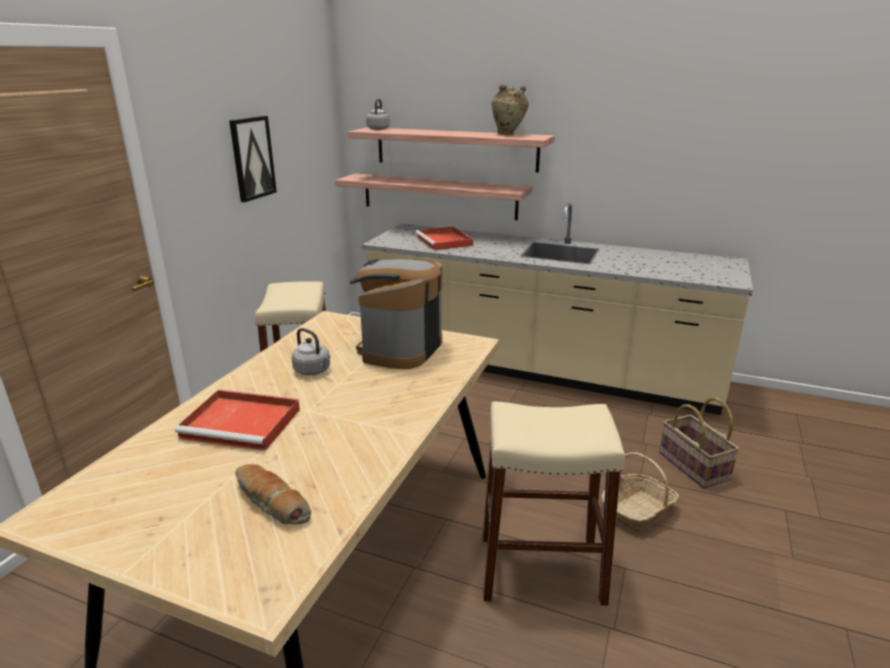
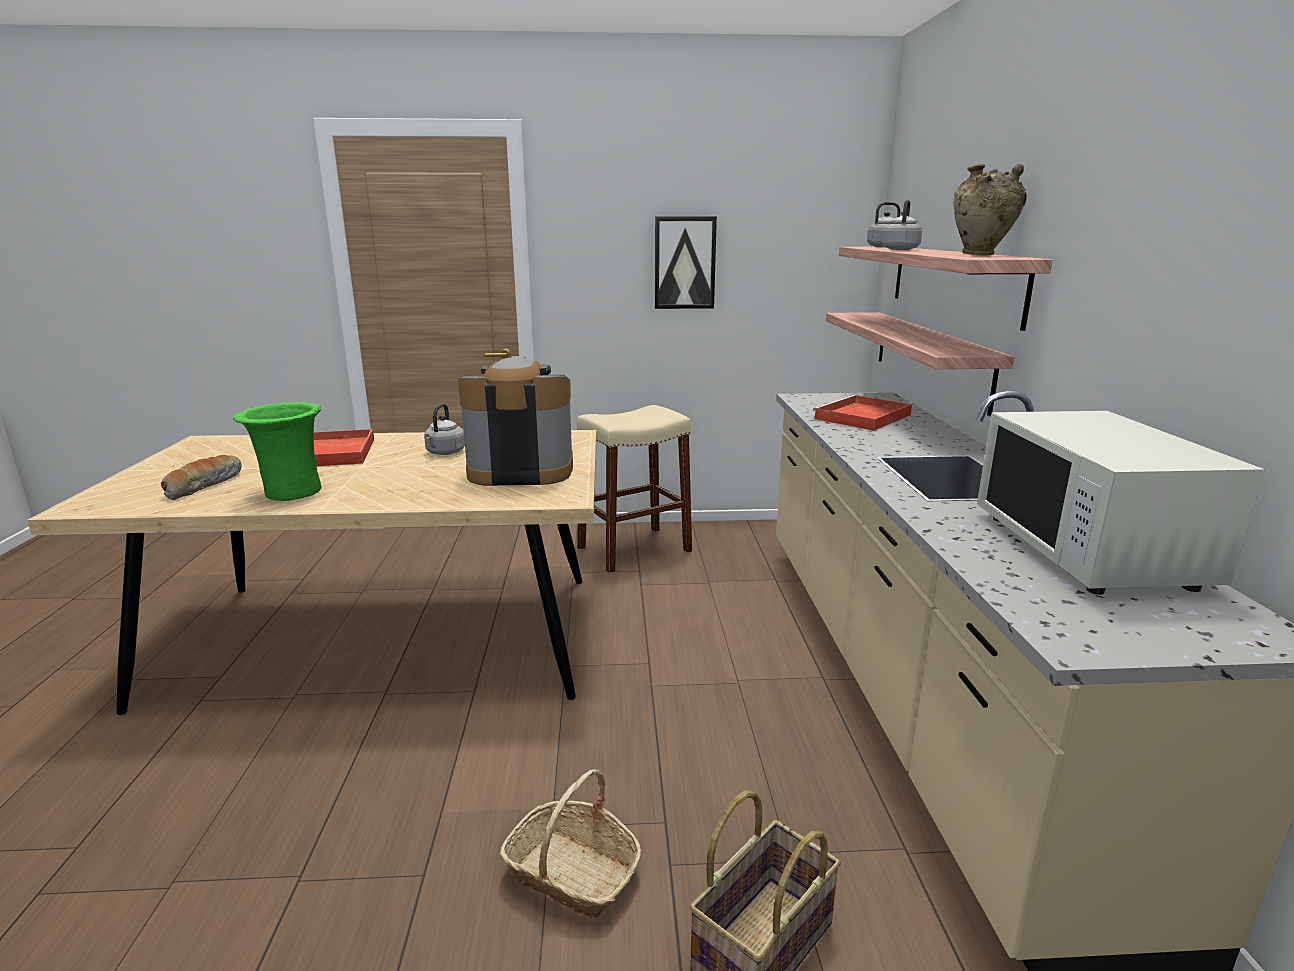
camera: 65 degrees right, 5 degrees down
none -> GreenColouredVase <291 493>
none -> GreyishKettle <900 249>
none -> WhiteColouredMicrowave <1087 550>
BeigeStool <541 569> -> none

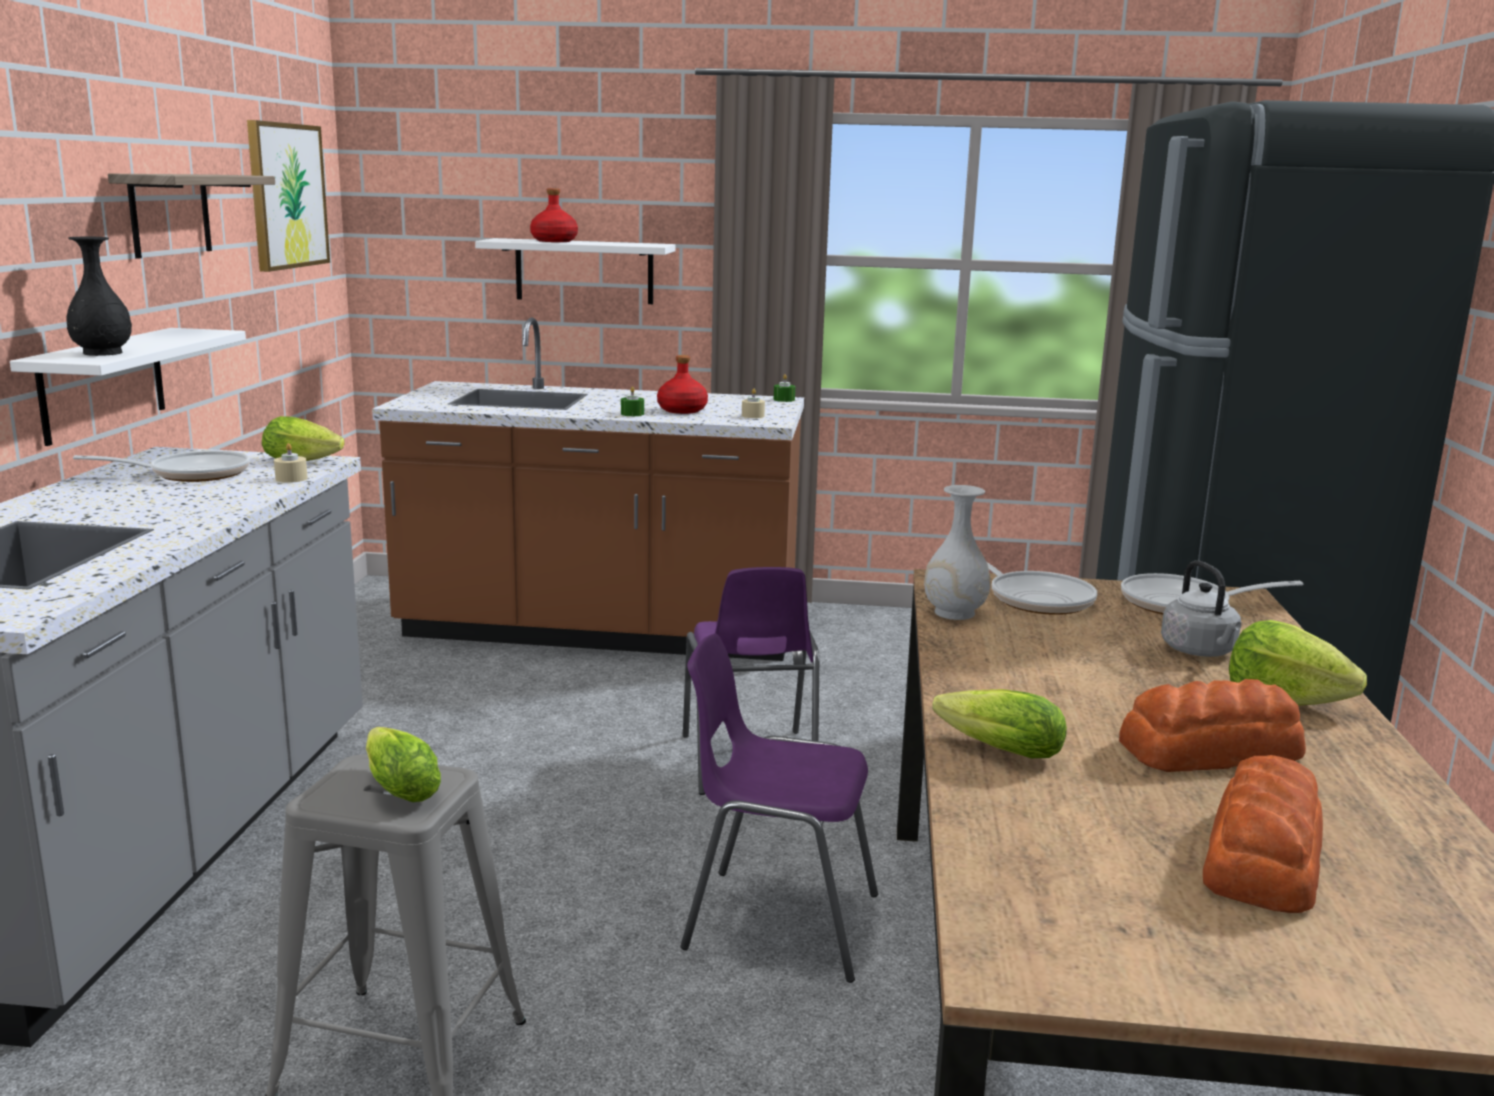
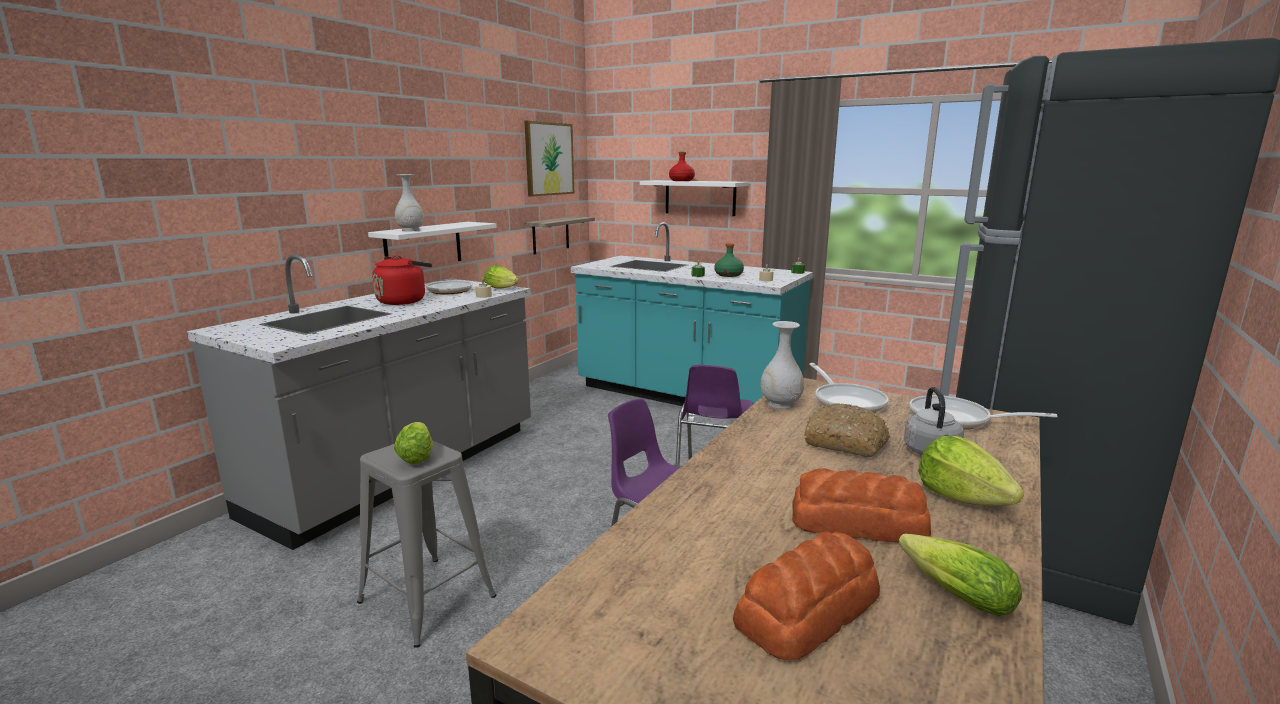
camera: 25 degrees right, 0 degrees up
none -> RedColouredKettle <404 301>
BlackishVase <103 353> -> WhiteColouredVase <411 230>
Shelf <170 214> -> Shelf <550 235>, moved
BrownColouredKitchenBaseUnit <600 631> -> BlueGreenKitchenBaseUnit <685 396>
RedColouredBeverageBottle <682 410> -> GreenColouredBeverageBottle <728 275>
none -> BakedBread <846 442>
HeadOfLettuce <994 749> -> HeadOfLettuce <950 592>, moved

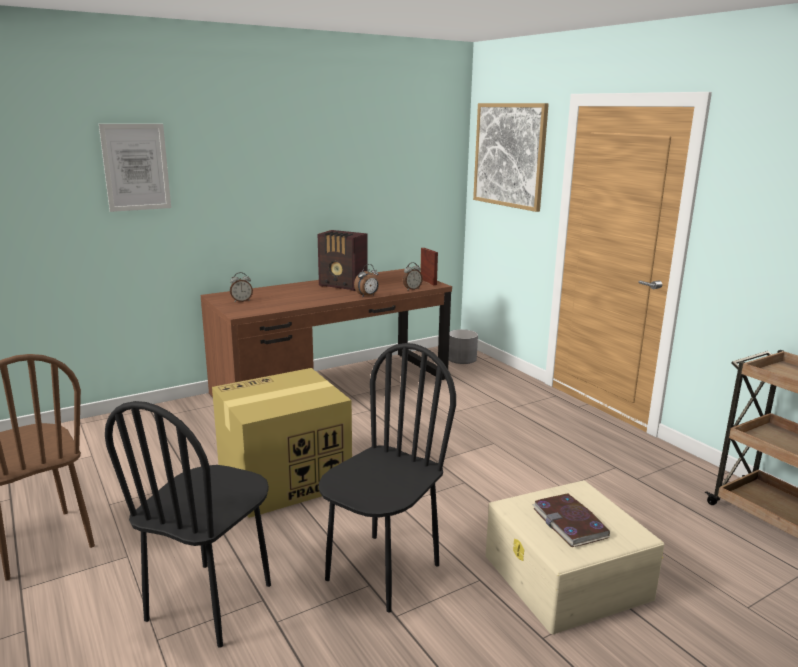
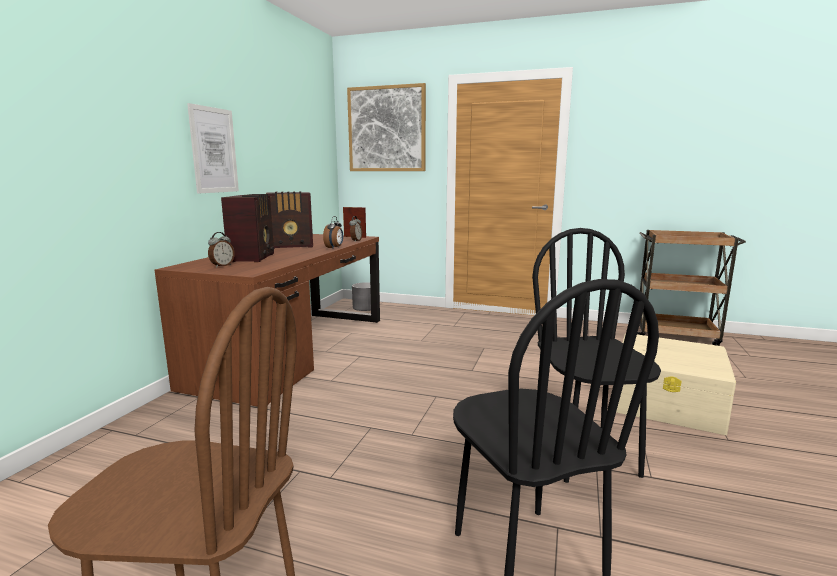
camera: 40 degrees left, 5 degrees down
WallArt <136 167> -> WallArt <214 150>, moved
none -> RadioSet <253 257>
CardboardBox <283 479> -> none
Volume <570 523> -> none

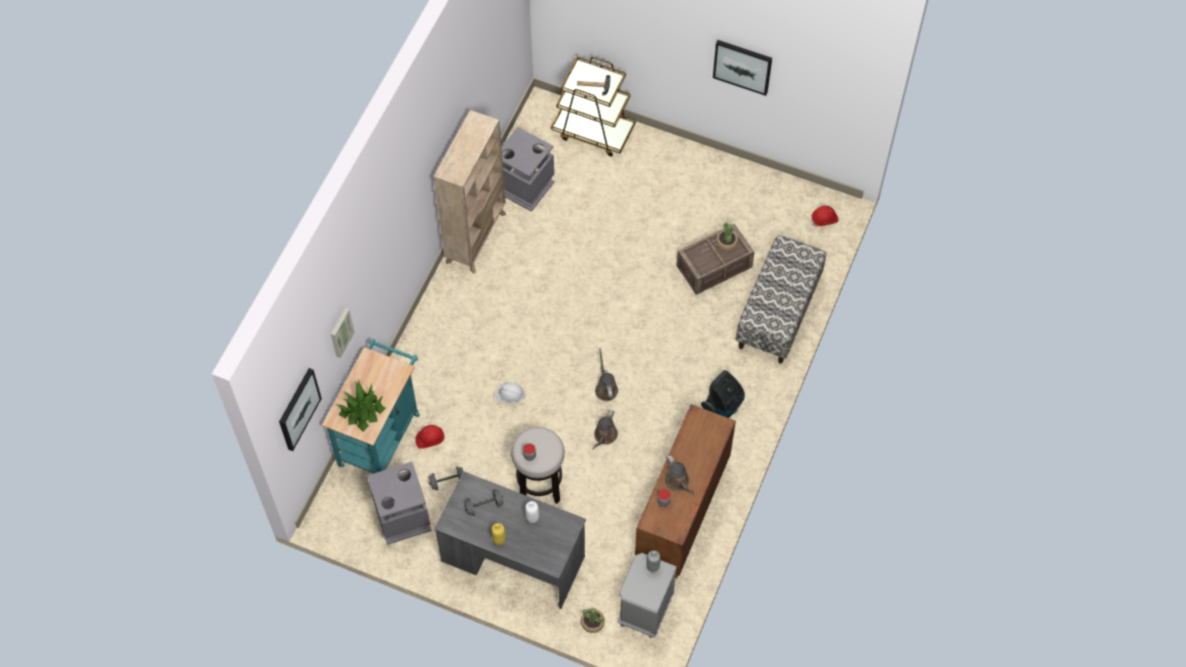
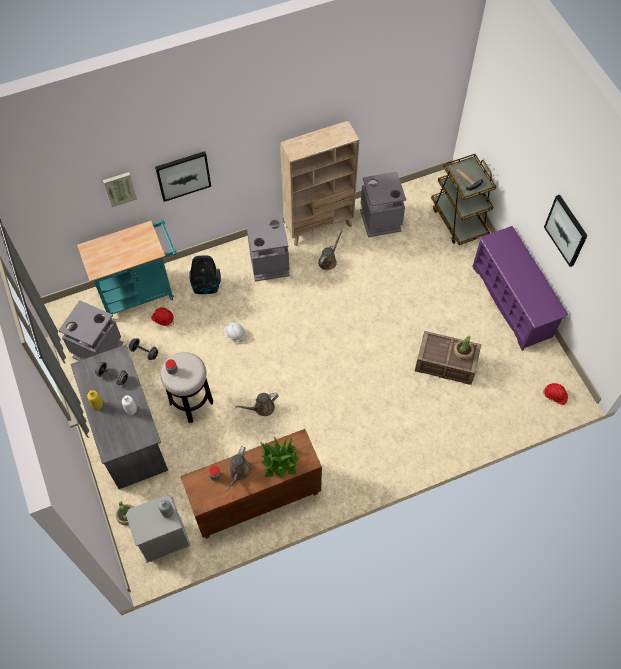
camera: 45 degrees right, 0 degrees up
WallArt <298 409> -> WallArt <183 175>, moved
Hoover <723 406> -> Hoover <206 286>, moved
none -> GreyishTrashCan <269 263>
PottedPlant <362 410> -> PottedPlant <279 460>, moved
BrownColouredWateringPot <605 388> -> BrownColouredWateringPot <328 261>, moved
none -> PurpleColouredShoeRack <512 302>
LongSeat <778 313> -> none

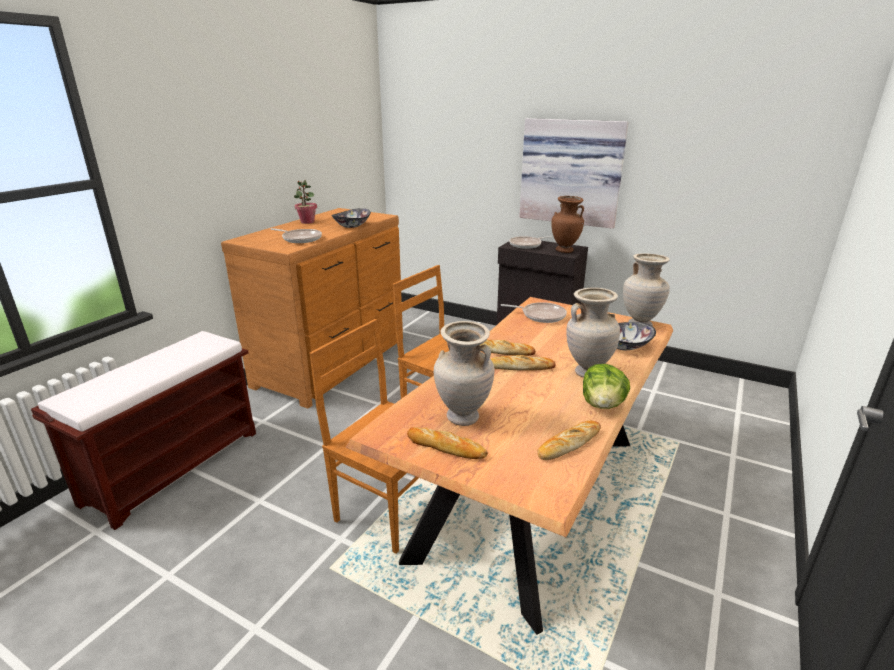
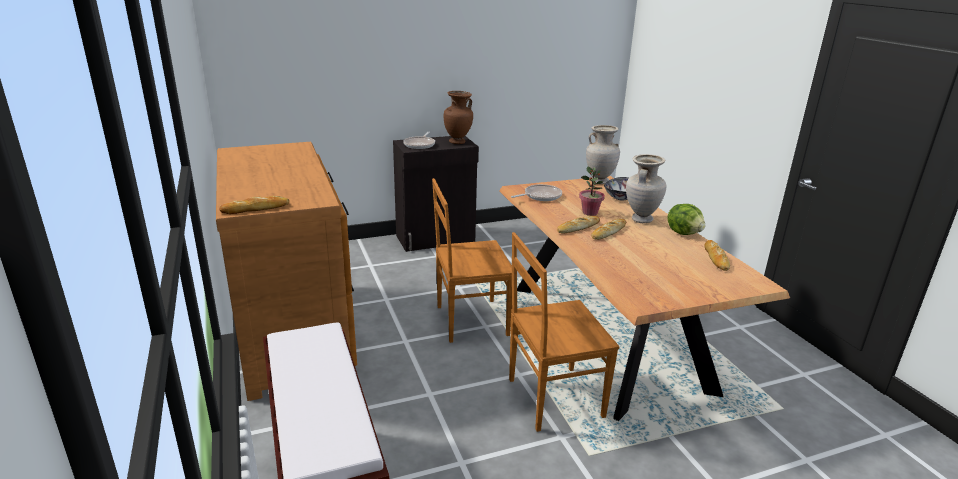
camera: 50 degrees left, 0 degrees up
BakedBread <446 447> -> BakedBread <256 209>, moved
PottedPlant <307 222> -> PottedPlant <590 212>, moved
Pan <300 239> -> none
DeepDish <352 226> -> none
BeigeVase <462 418> -> none
WallArt <571 172> -> none

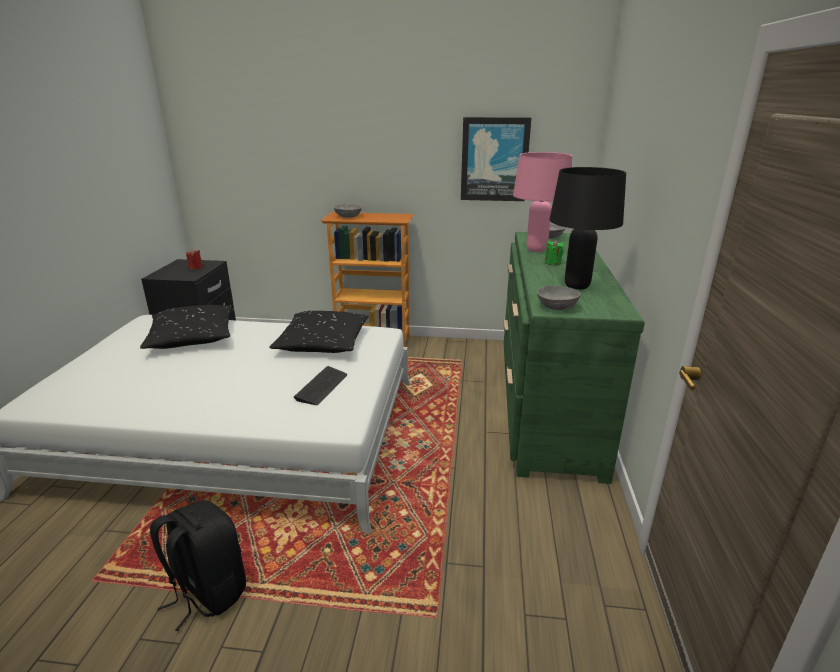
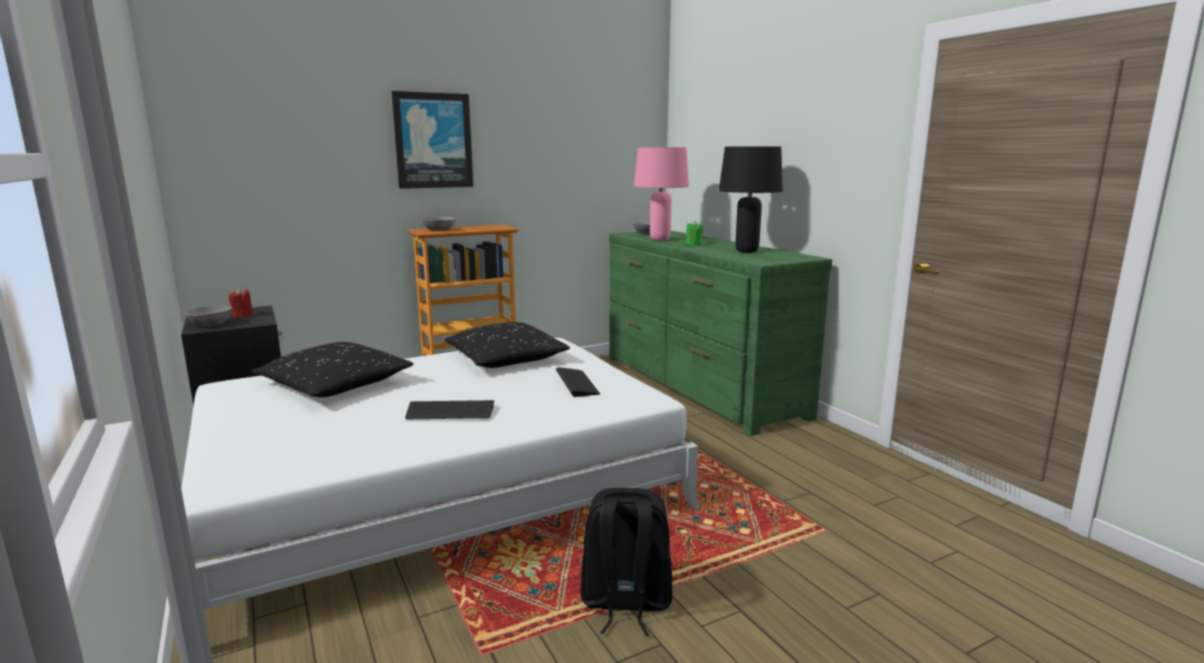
camera: 35 degrees left, 10 degrees down
GreyishDeepDish <557 306> -> GreyishDeepDish <212 324>, moved
WallArt <494 160> -> WallArt <433 141>, moved
none -> ComputerKeyboard <450 412>

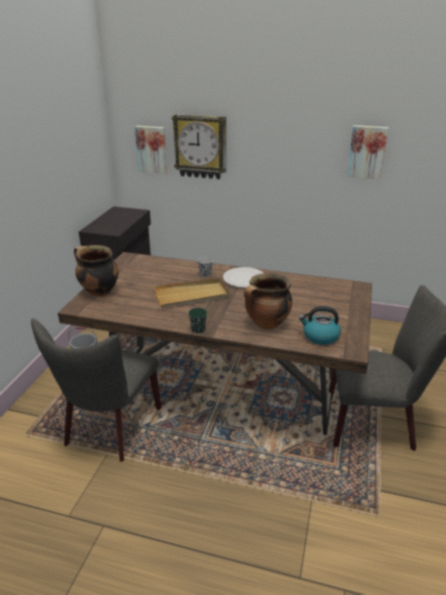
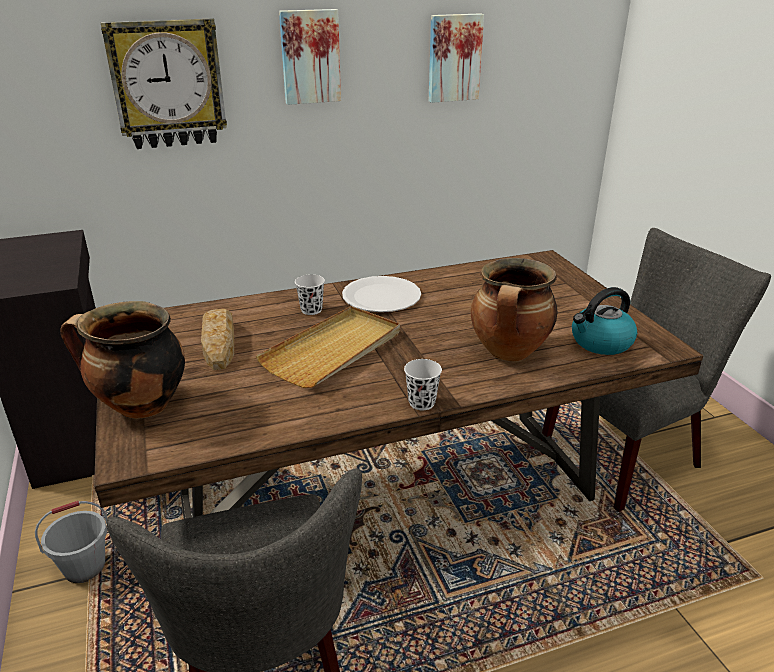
camera: 35 degrees left, 0 degrees up
none -> BakedBread <219 344>
WallArt <151 149> -> WallArt <310 57>, moved
GreenColouredSmallCup <198 329> -> WhiteColouredSmallCup <421 403>

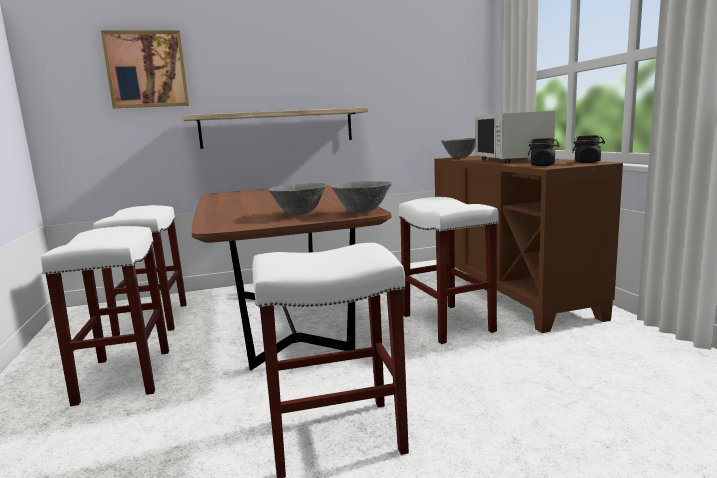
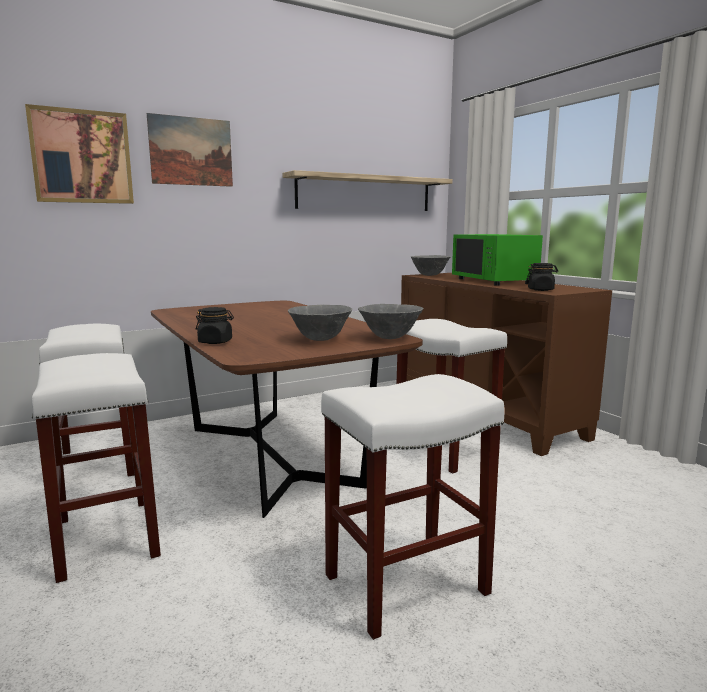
camera: 15 degrees left, 0 degrees up
none -> WallArt <191 151>
BlackishPreserveJar <587 162> -> BlackishPreserveJar <215 342>, moved
Shelf <277 128> -> Shelf <365 193>, moved
WhiteColouredMicrowave <512 160> -> GreenColouredMicrowave <493 281>

